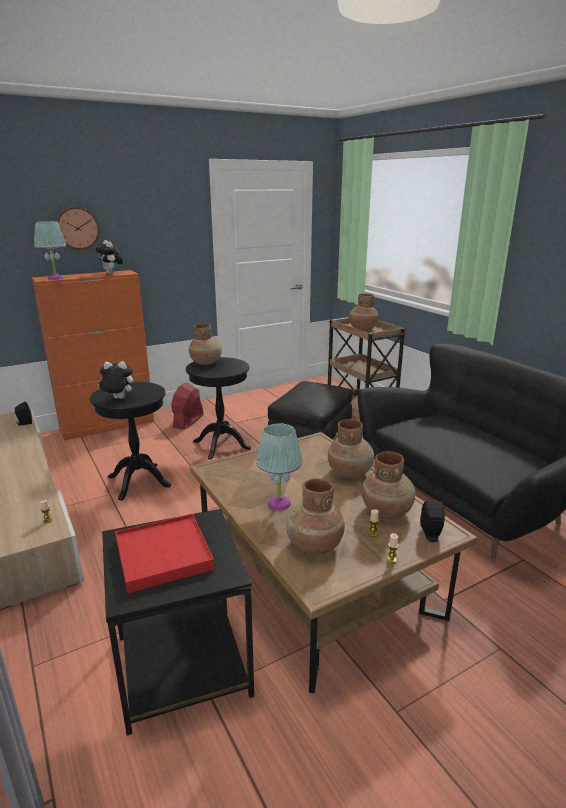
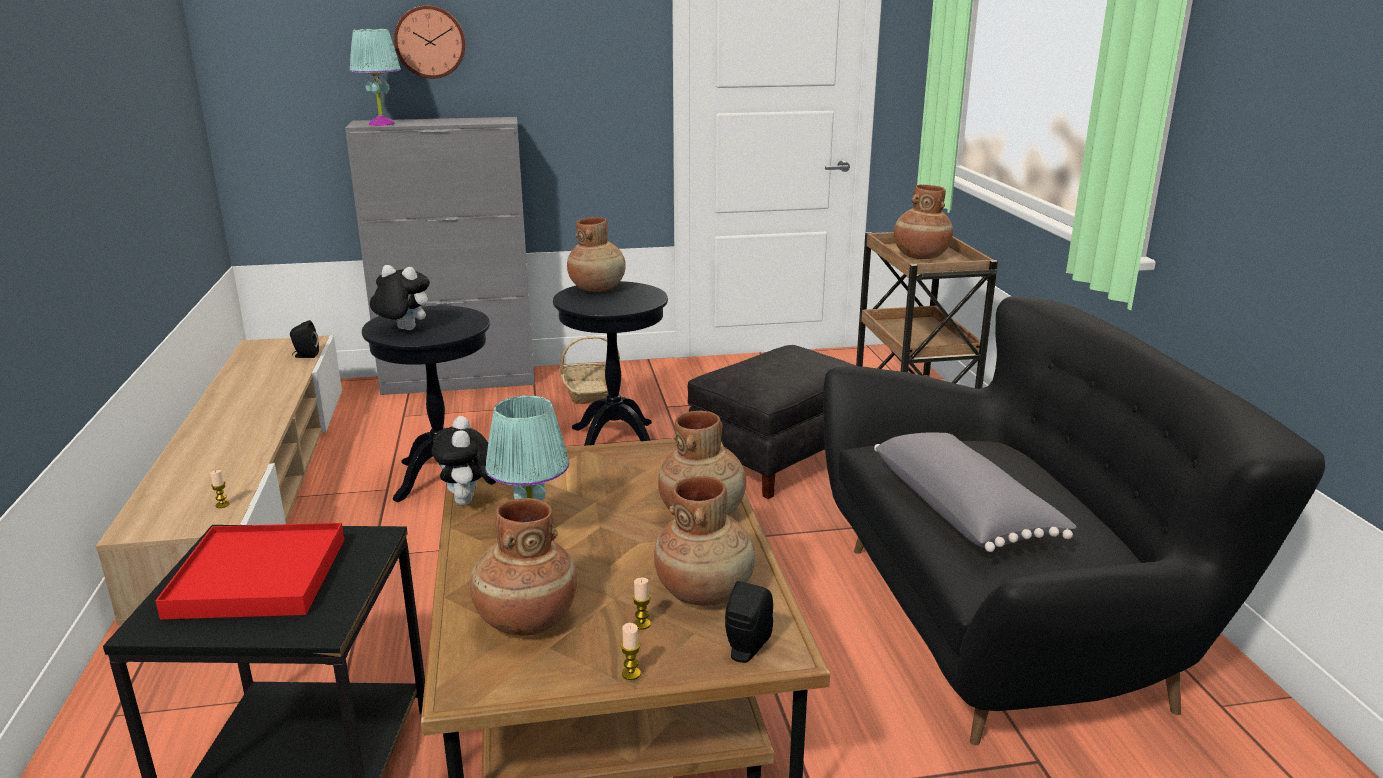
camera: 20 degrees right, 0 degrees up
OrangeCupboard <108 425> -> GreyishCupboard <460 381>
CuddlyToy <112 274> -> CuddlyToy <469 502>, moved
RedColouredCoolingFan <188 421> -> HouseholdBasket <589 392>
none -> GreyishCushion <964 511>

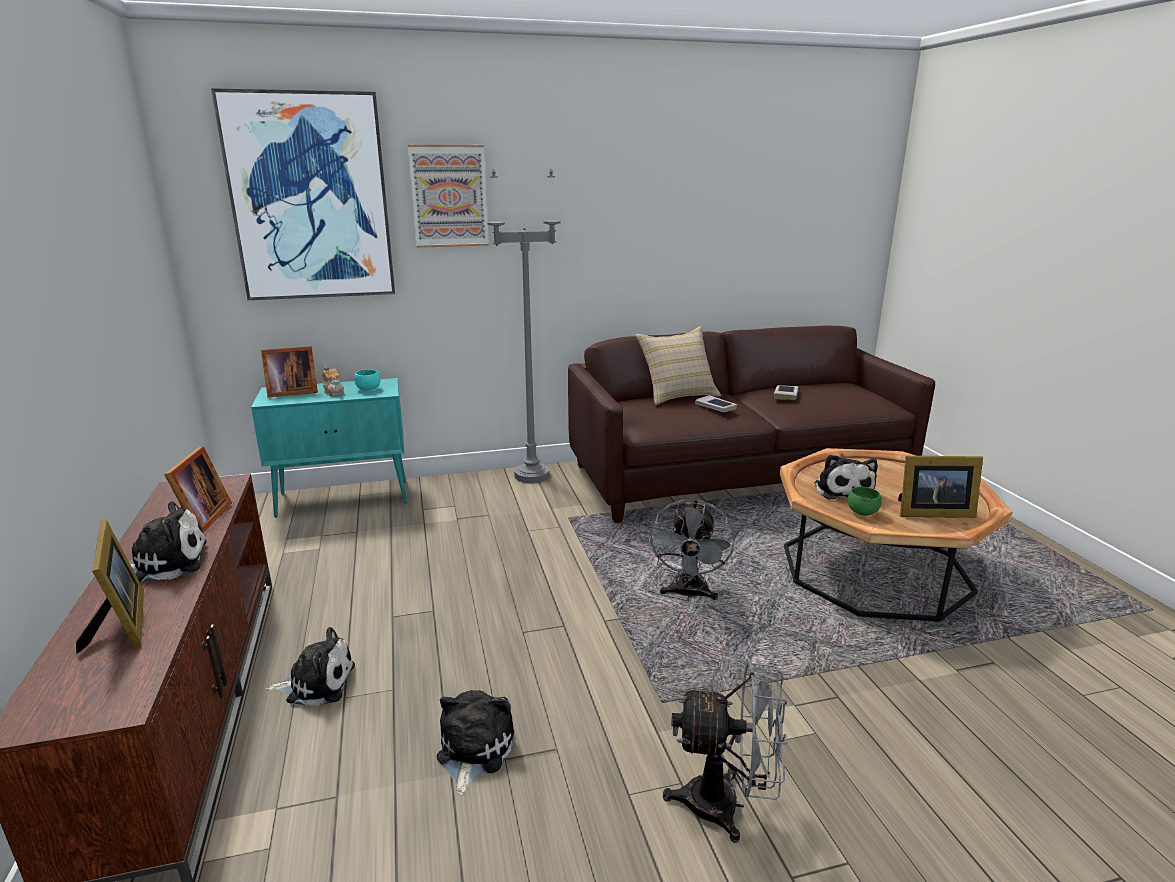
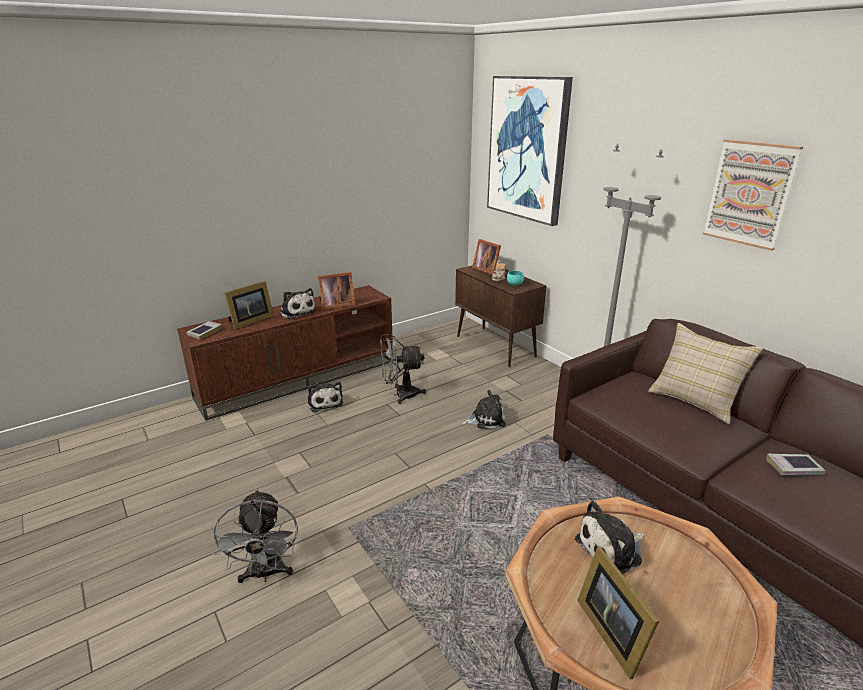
camera: 70 degrees right, 5 degrees up
Volume <715 407> -> Volume <205 332>, moved
GreyishCoolingFan <688 594> -> GreyishCoolingFan <400 395>, moved
BlueGreenCupboard <345 498> -> BrownColouredCupboard <496 347>
CuddlyToy <473 750> -> CuddlyToy <486 419>, moved
WallArt <449 196> -> WallArt <749 194>, moved
GreenColouredDeepDish <862 512> -> none

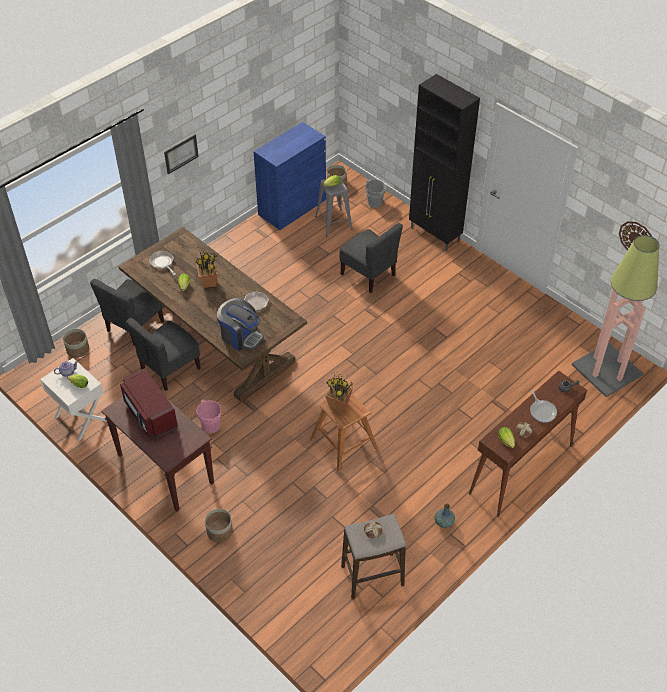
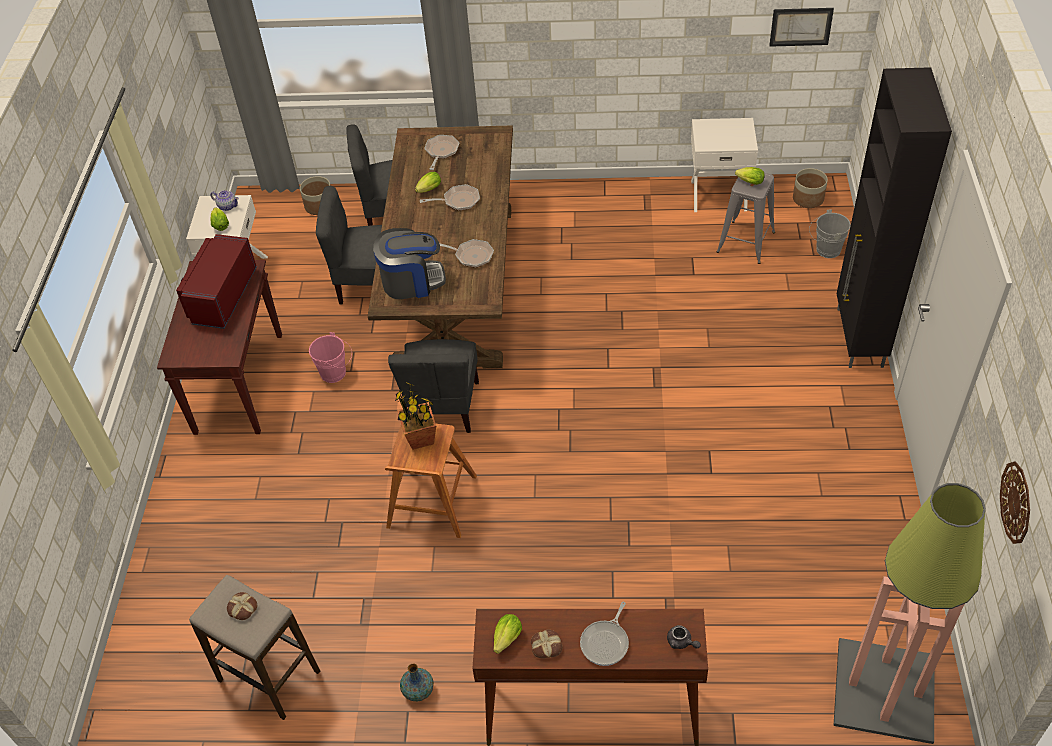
camera: 50 degrees right, 0 degrees up
CoffeeBrewer <241 336> -> CoffeeBrewer <412 281>, 90 degrees counterclockwise
GreyishPlainChair <368 274> -> GreyishPlainChair <443 408>, moved
PottedPlant <208 282> -> Pan <458 201>
BlueCupboard <292 207> -> WhiteColouredBedsideTable <718 194>
WallArt <181 154> -> WallArt <801 26>, moved
Planter <219 531> -> none

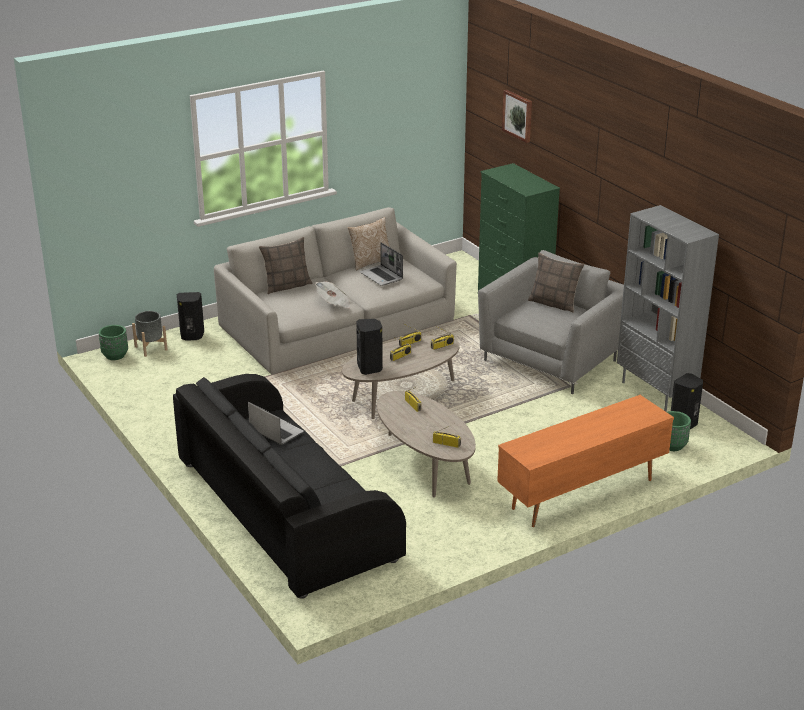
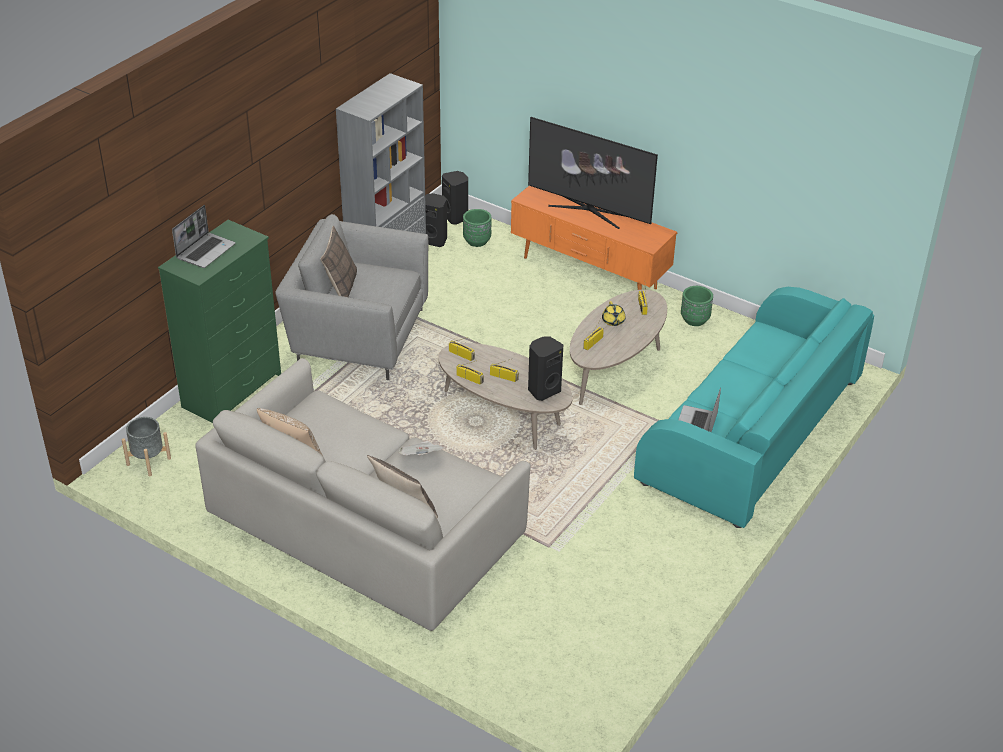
camera: 115 degrees left, 10 degrees up
GreyishPlanter <151 348> -> GreyishPlanter <148 461>, moved
Laptop <382 276> -> Laptop <206 251>, moved
BlackishAudioSpeaker <191 336> -> BlackishAudioSpeaker <456 217>, moved
none -> Television <588 211>
none -> YellowPotForTea <613 321>
BlackishSofa <284 510> -> BlueGreenSofa <752 432>
GreenColouredPlanter <115 355> -> GreenColouredPlanter <695 319>, moved
WallArt <518 115> -> none

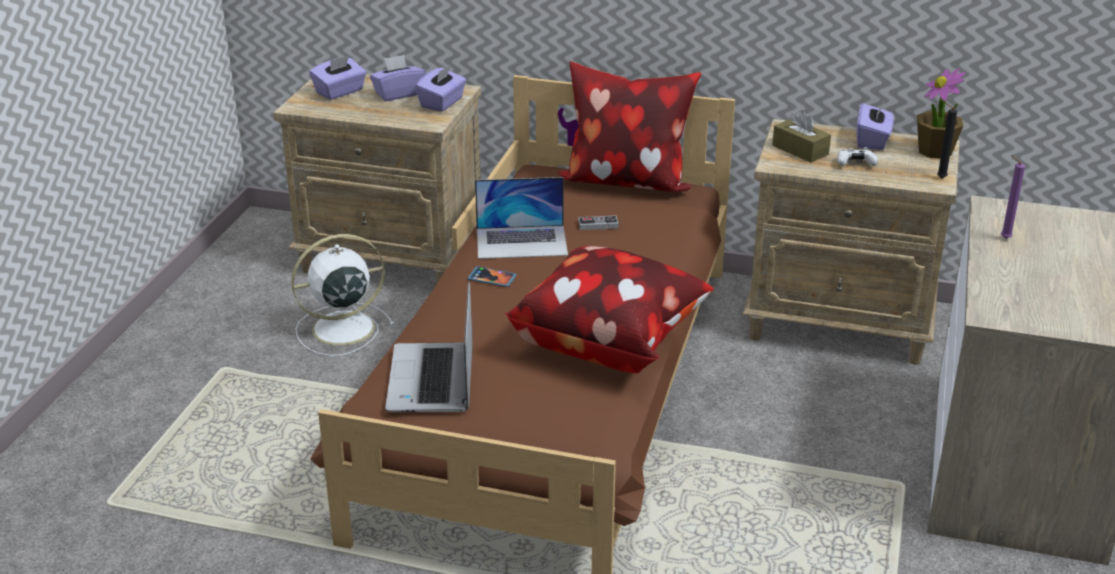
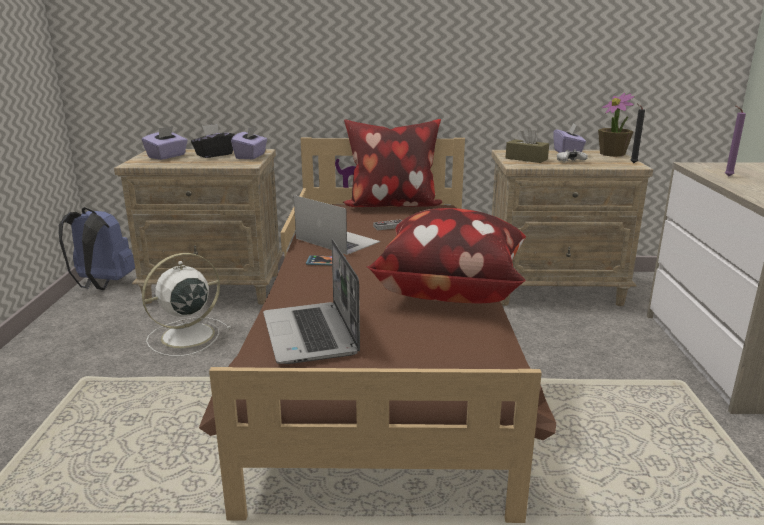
camera: 15 degrees left, 10 degrees down
none -> BlueRucksack <102 284>
PurpleColouredBoxOfTissues <398 94> -> BlackishBoxOfTissues <214 154>
Laptop <522 242> -> Laptop <337 240>, 120 degrees counterclockwise

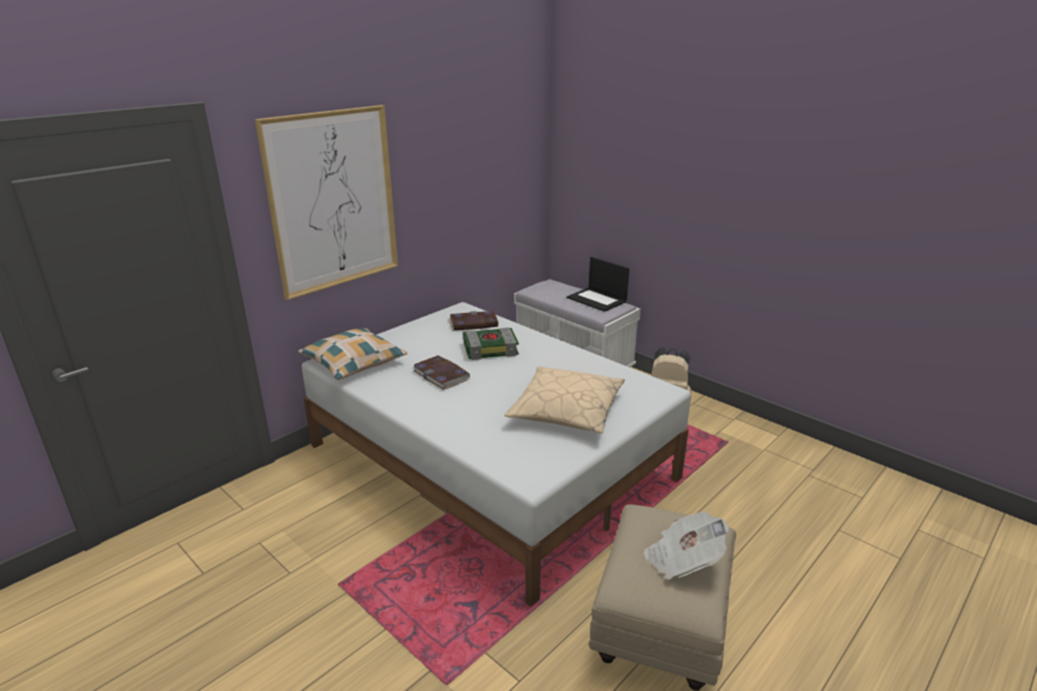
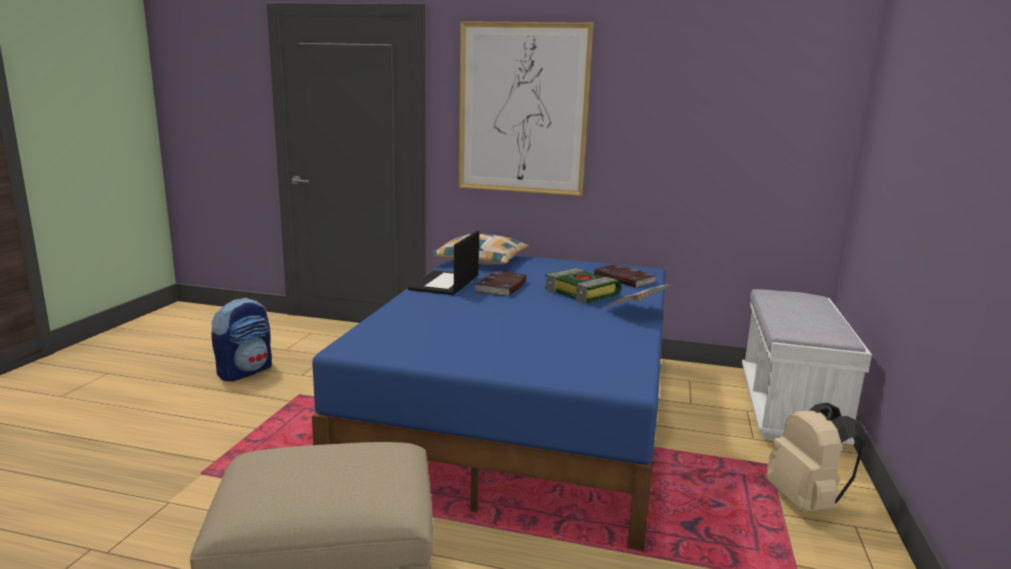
camera: 60 degrees right, 10 degrees down
none -> Rucksack <245 371>
WhiteColouredBedroomBed <490 461> -> BlueBedroomBed <524 412>
Laptop <597 300> -> Laptop <445 283>, moved
Newspaper <683 560> -> Newspaper <635 312>, moved
BeigeCushion <566 410> -> none

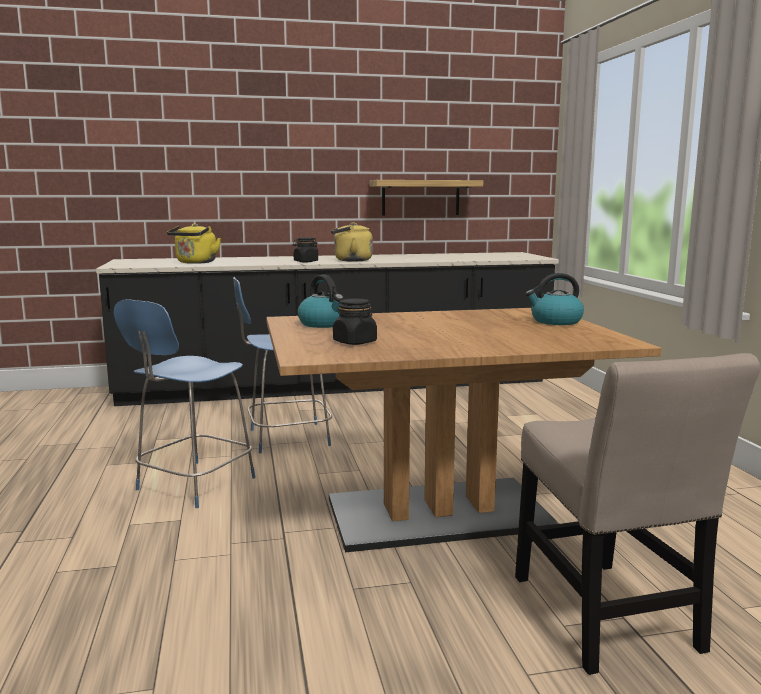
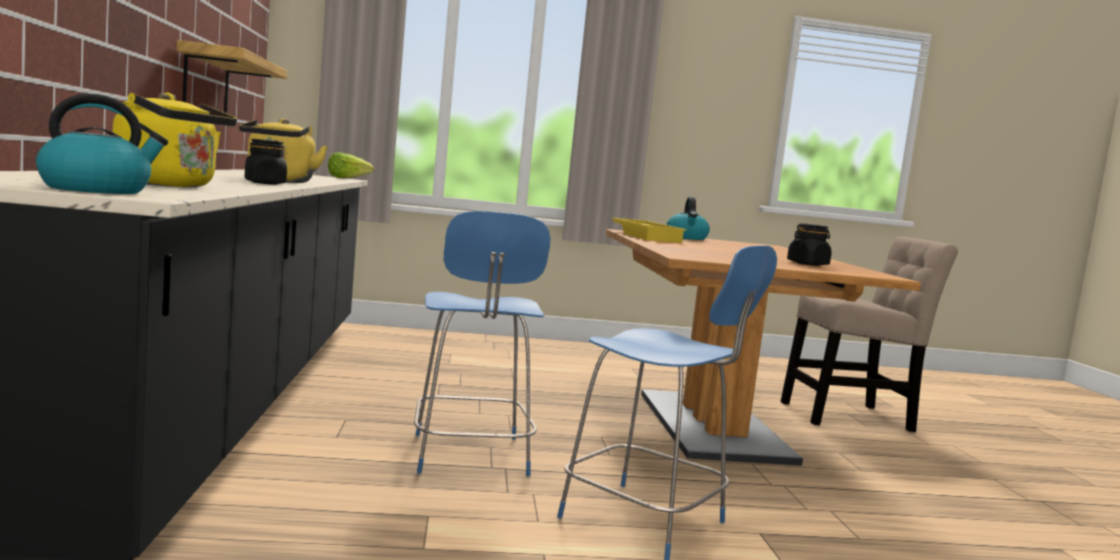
camera: 85 degrees left, 5 degrees down
Kettle <324 324> -> Kettle <97 190>, moved
none -> HeadOfLettuce <347 178>
none -> YellowCarryingTray <647 236>

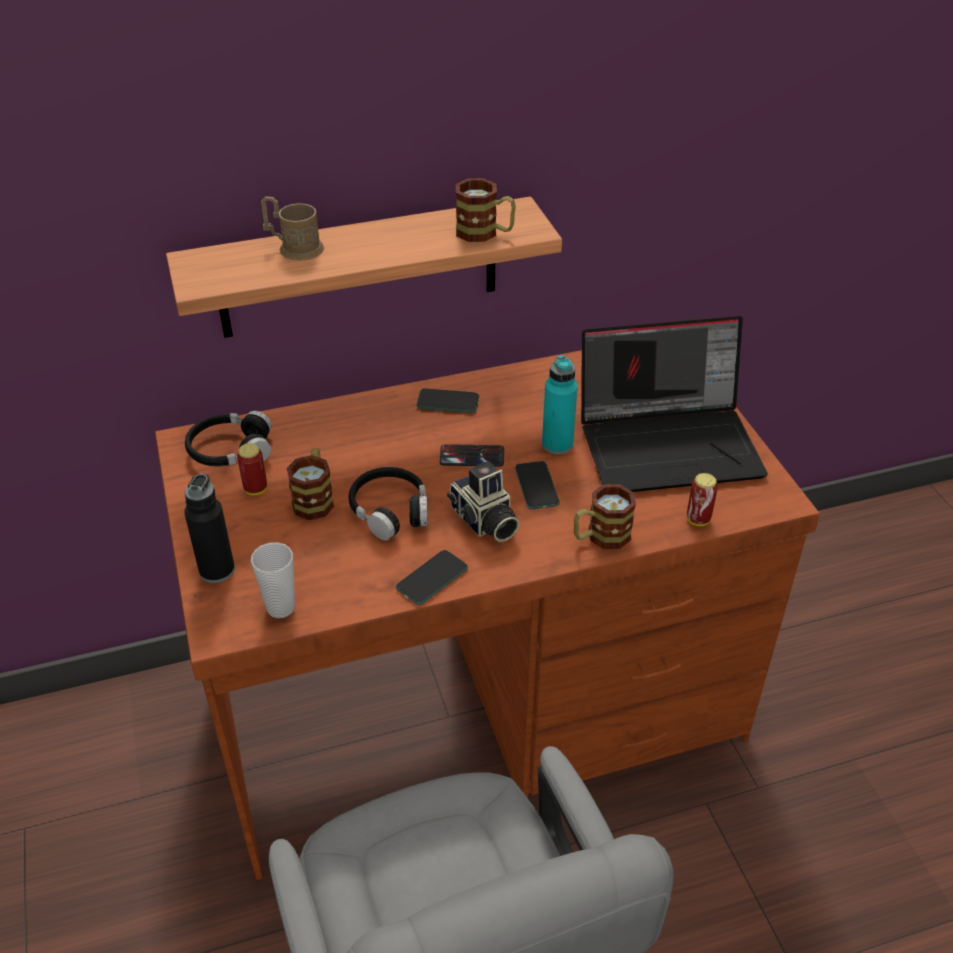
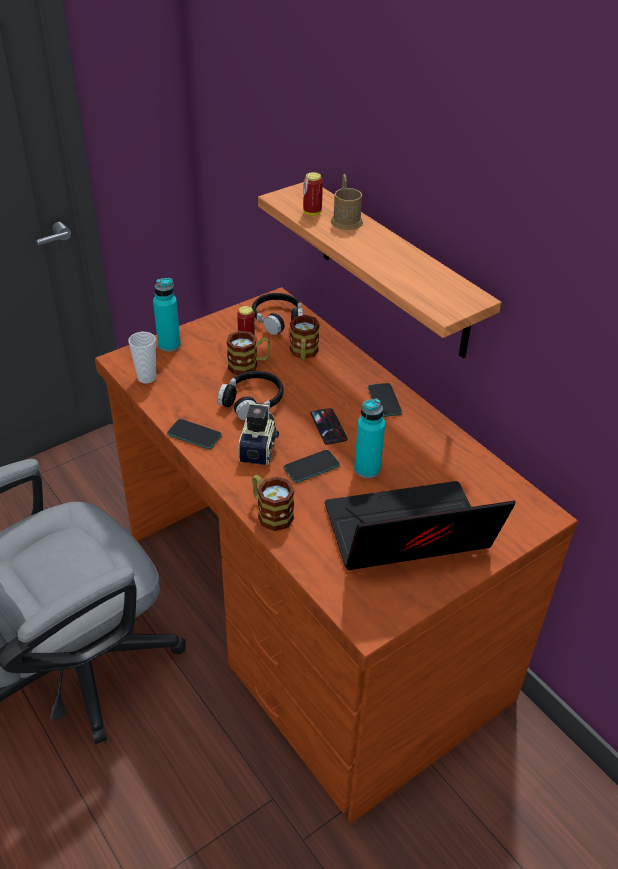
camera: 70 degrees right, 0 degrees up
BlackishBeverageBottle <217 570> -> BlueGreenBeverageBottle <169 345>
PhotoCamera <484 522> -> PhotoCamera <260 447>, 150 degrees clockwise
Mug <485 233> -> Mug <303 354>, moved
MetalCan <698 519> -> MetalCan <312 212>, moved
Laptop <670 443> -> Laptop <406 538>, 105 degrees clockwise

